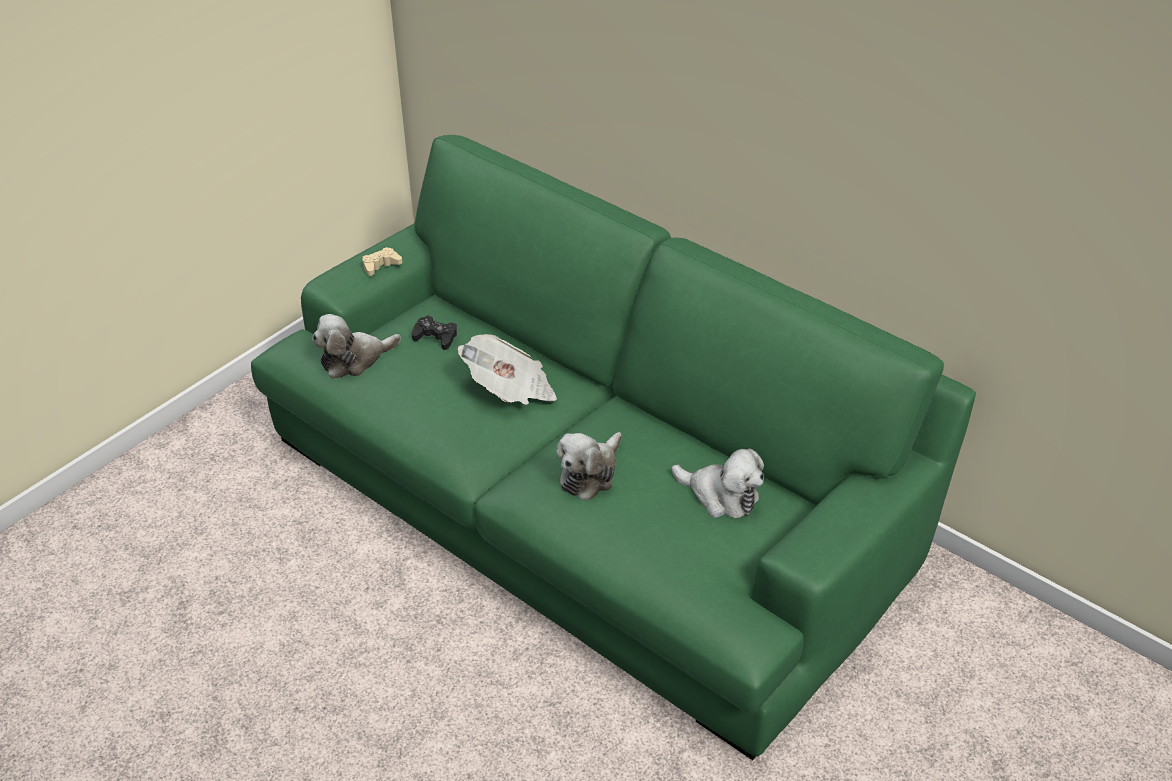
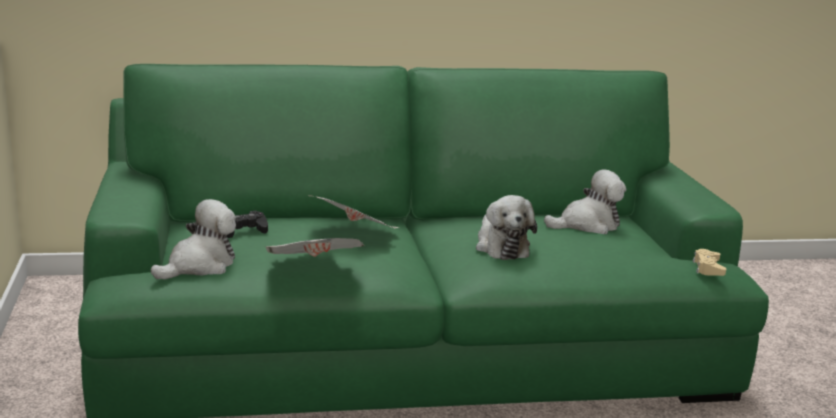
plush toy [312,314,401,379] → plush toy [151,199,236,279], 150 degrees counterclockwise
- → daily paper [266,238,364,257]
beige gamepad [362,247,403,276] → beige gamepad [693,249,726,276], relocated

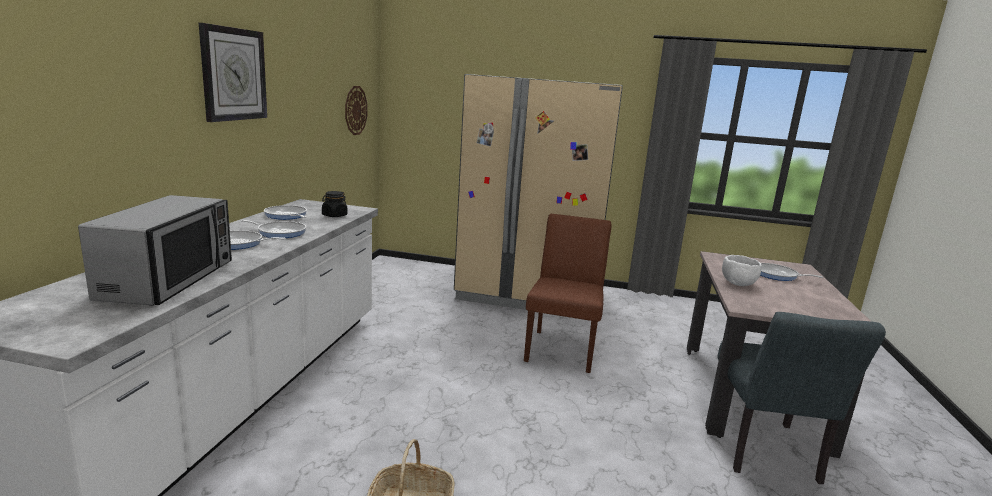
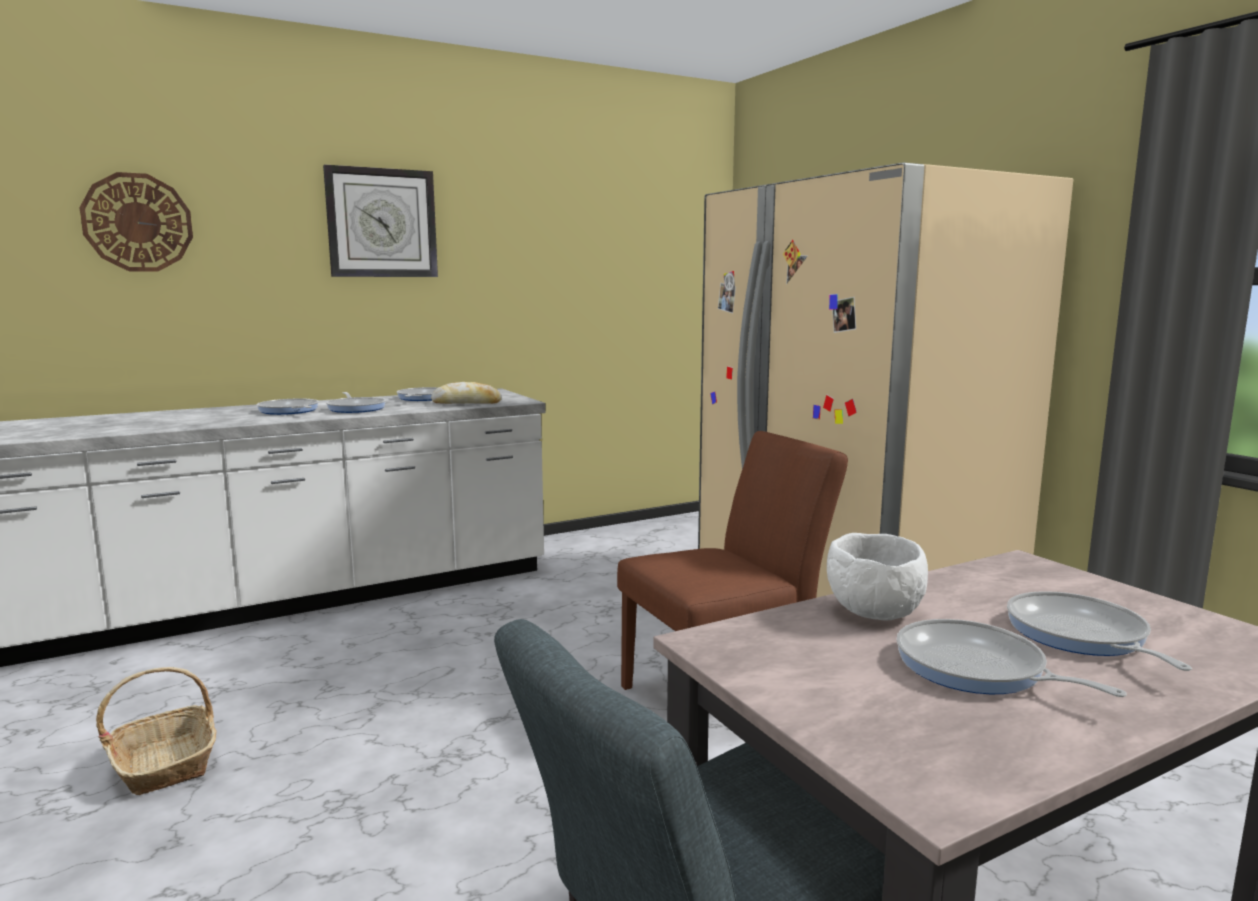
clock on the wall [345,86,367,135] → clock on the wall [79,172,193,272], relocated
black-coloured preserve jar [322,191,347,217] → baked bread [431,382,502,404]
- → frying pan [897,619,1126,697]
microwave [78,195,232,305] → -

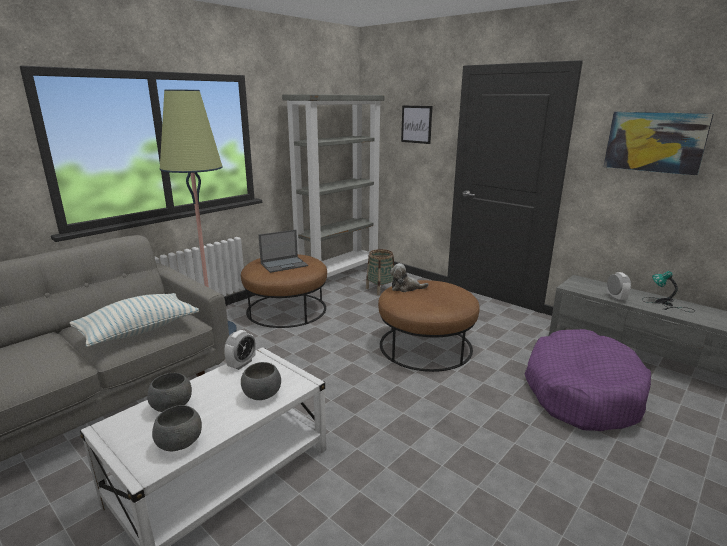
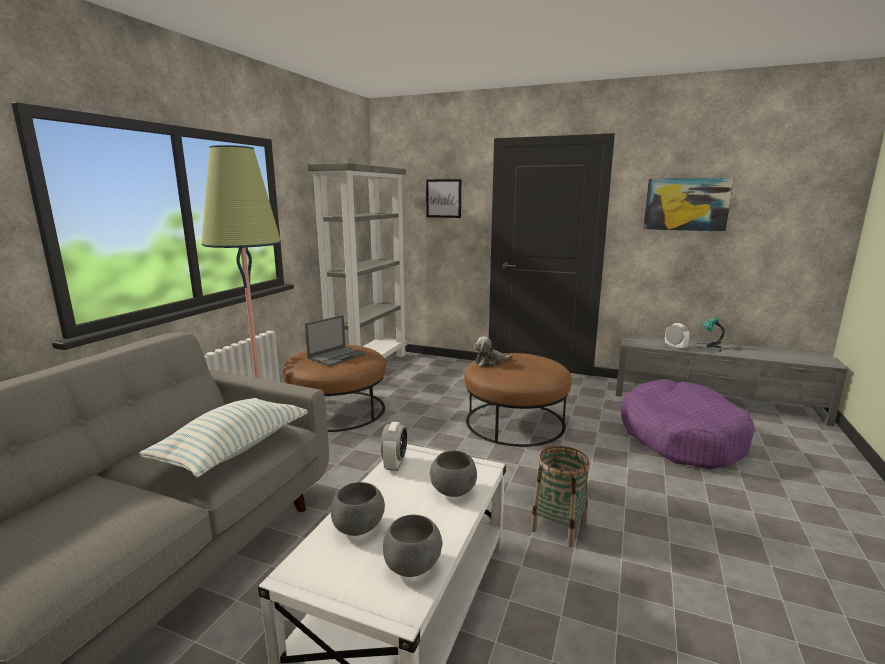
basket [366,249,394,295] → basket [530,446,590,547], relocated

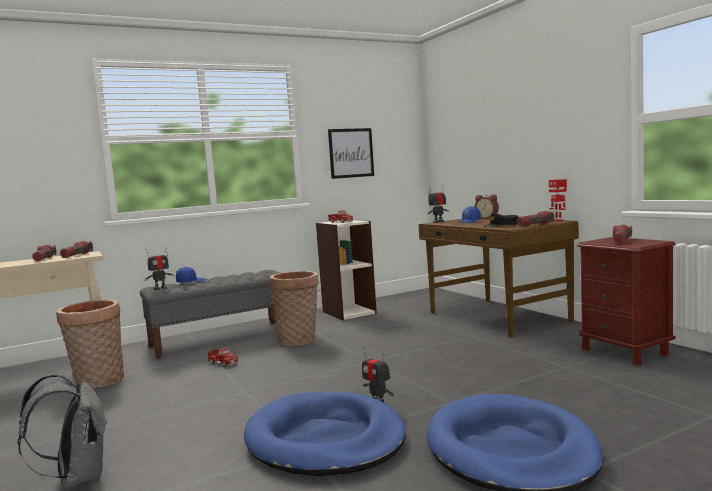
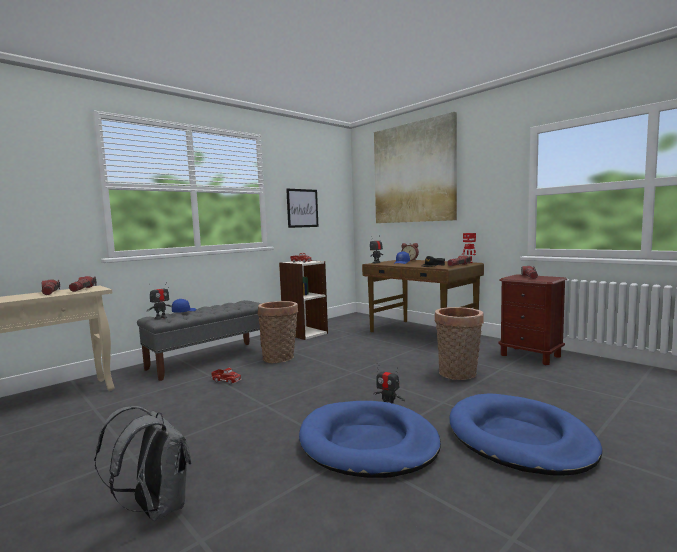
- → picture [374,112,457,223]
basket [56,299,124,388] → basket [435,307,484,380], relocated

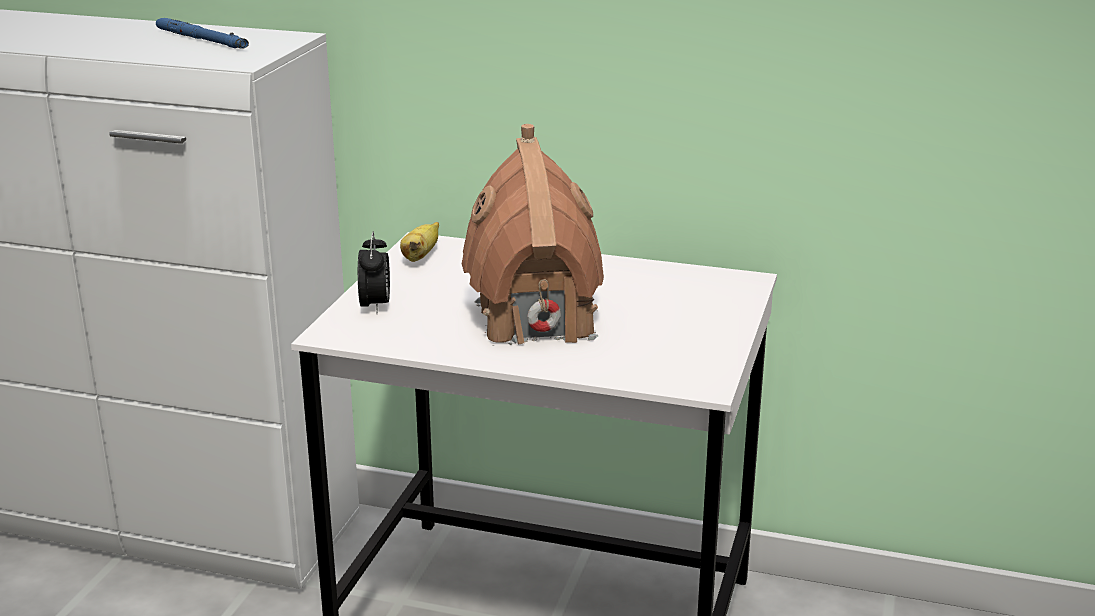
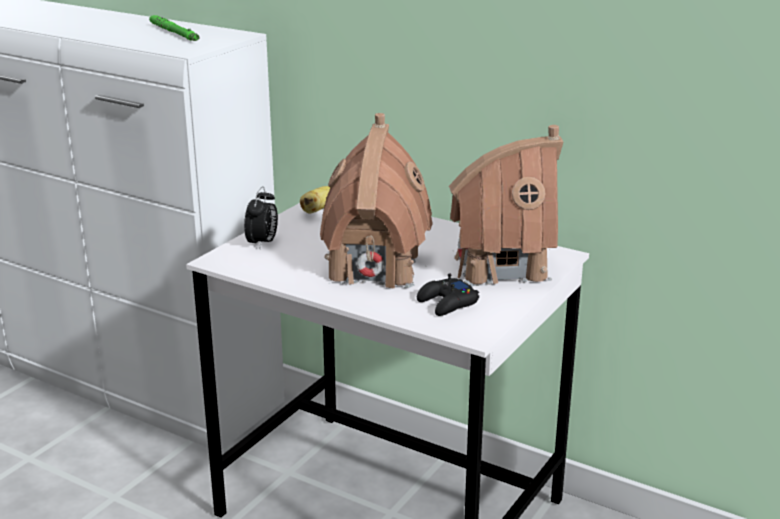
bluish hand torch [156,18,249,49] → greenish hand torch [149,15,199,41]
- → black-coloured gamepad [417,273,479,316]
- → model house [449,125,564,289]

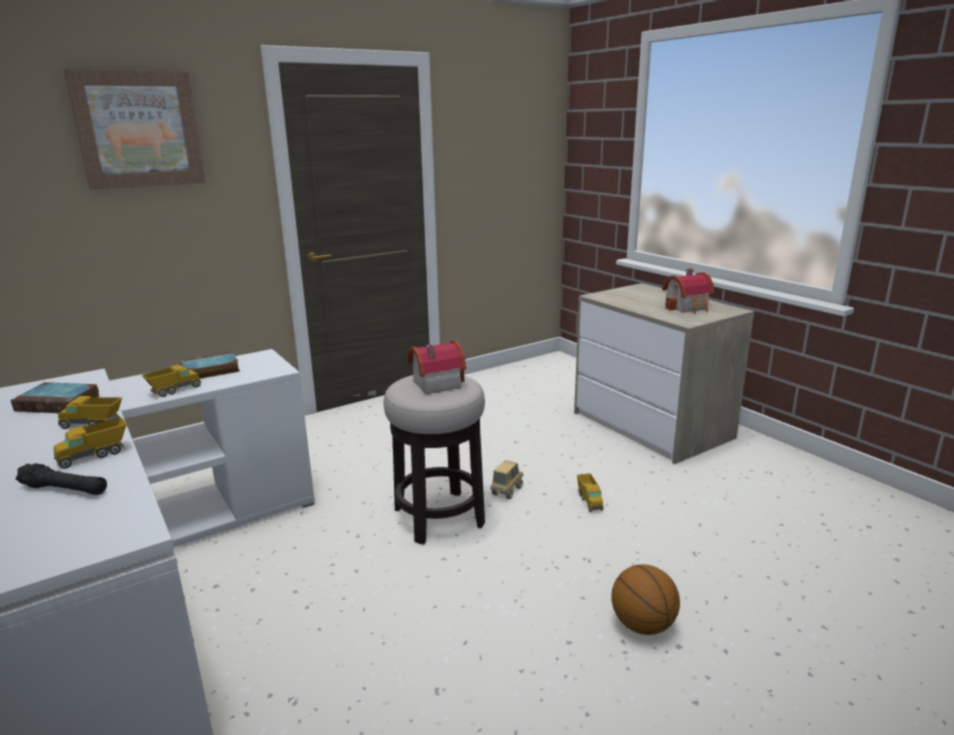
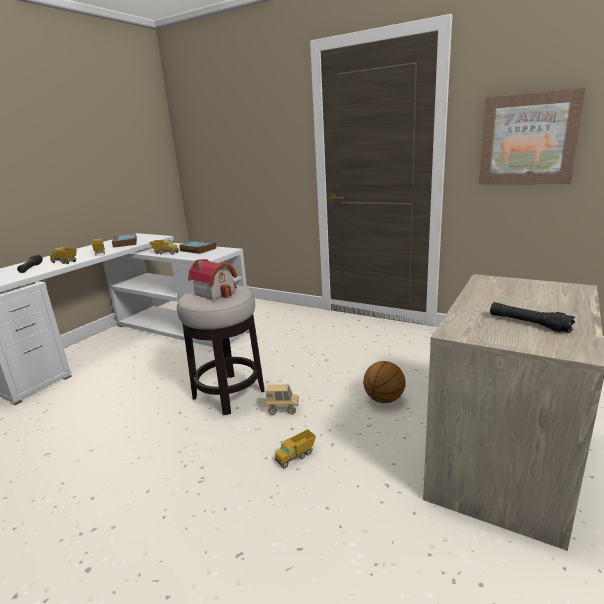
basketball ball [611,564,680,635] → basketball ball [363,361,405,403], relocated
picture [64,69,205,190] → picture [479,88,586,185], relocated
model house [662,268,714,314] → black-coloured hand torch [490,302,575,333]

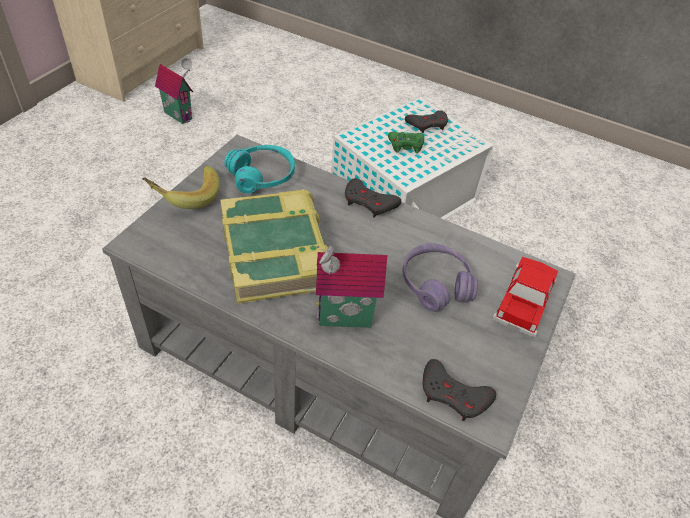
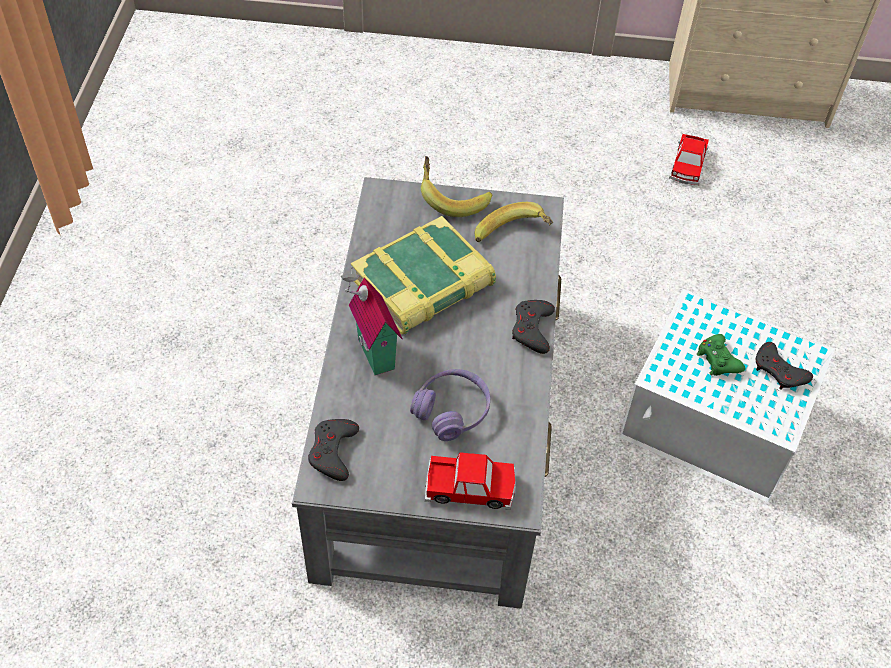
turquoise-coloured headphones [224,145,295,194] → banana [475,202,553,242]
model house [155,58,193,124] → model car [669,134,709,185]

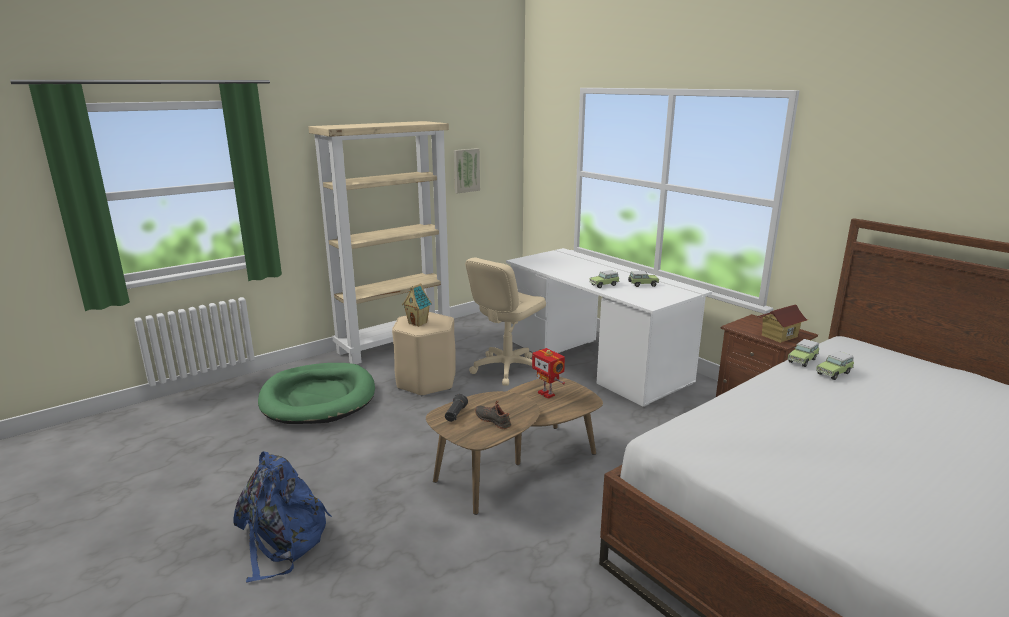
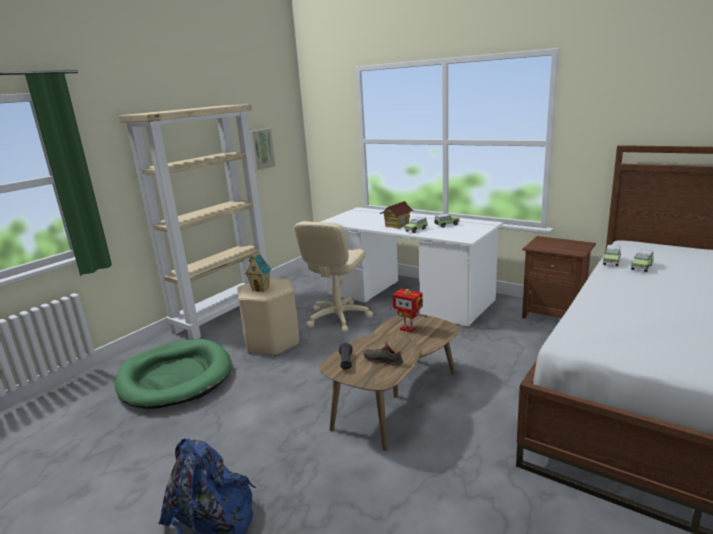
model house [756,305,808,343] → model house [379,201,414,229], relocated

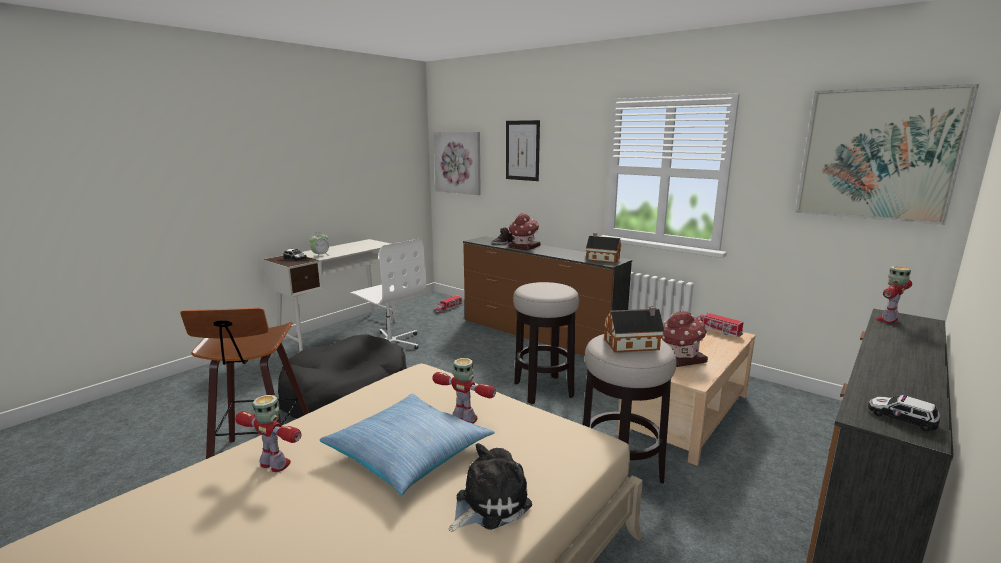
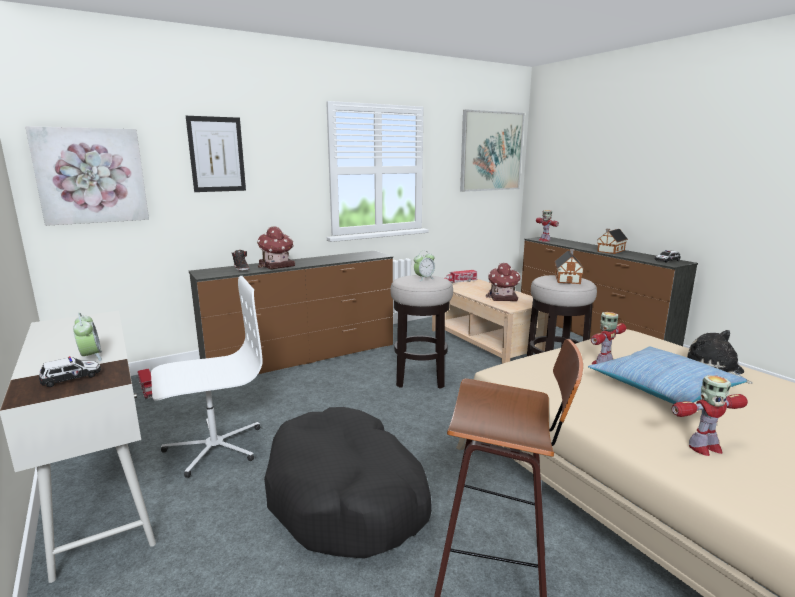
- → bedside clock [414,250,435,281]
model house [586,233,621,263] → model house [597,229,628,254], relocated
robot figure [235,395,301,472] → robot figure [672,375,748,456], 150 degrees counterclockwise

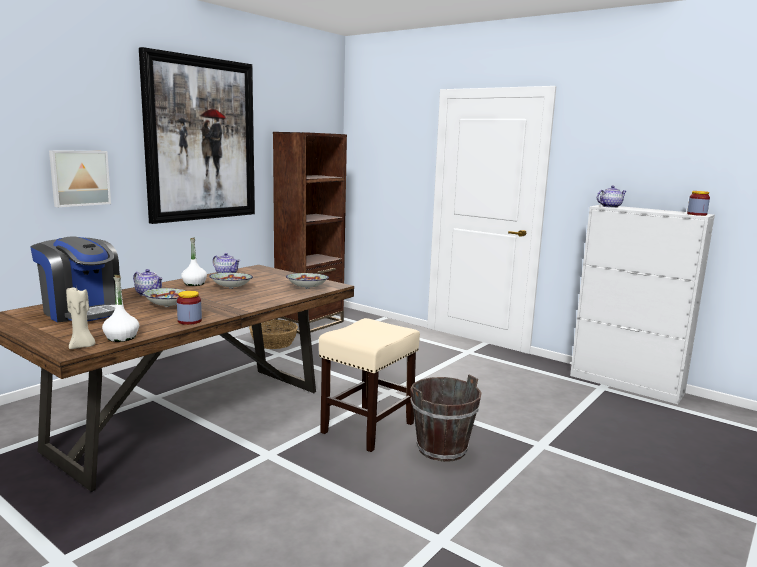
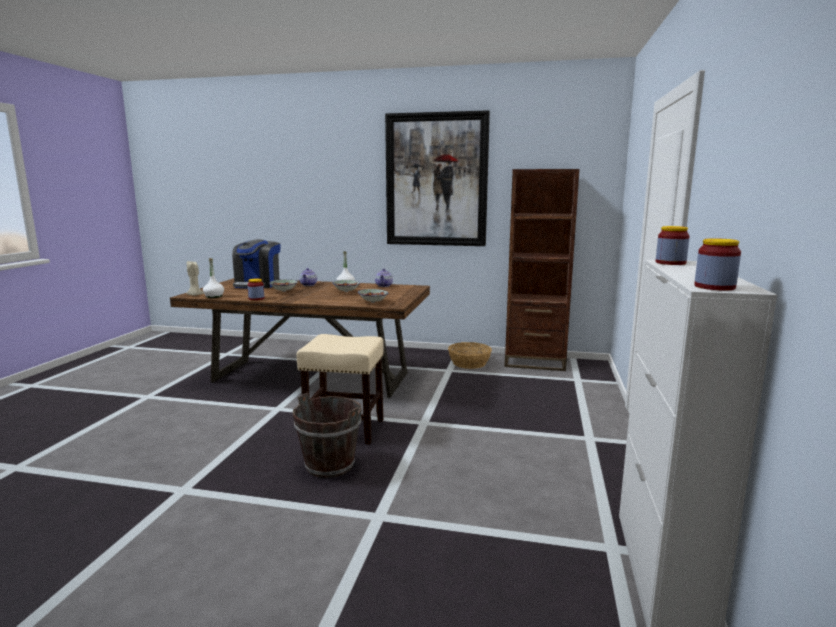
tea pot [597,186,626,208] → preserve jar [656,226,690,265]
picture [49,150,111,207] → -

